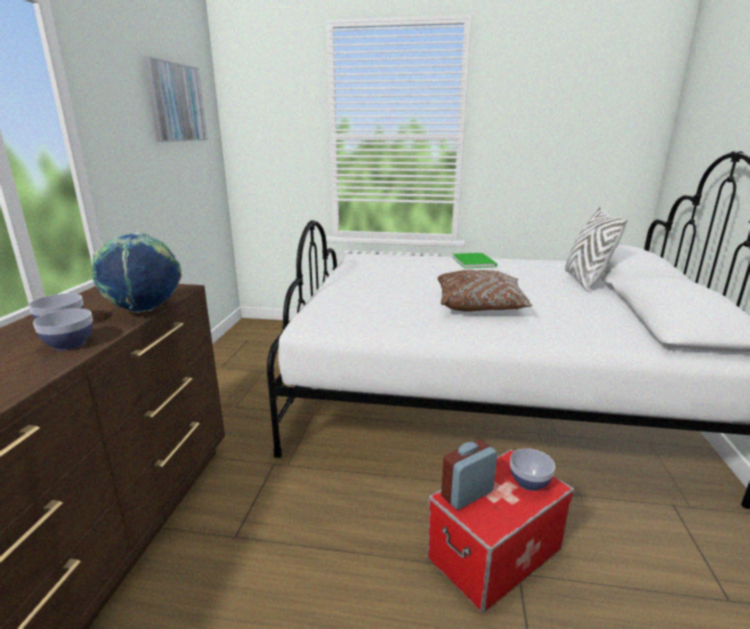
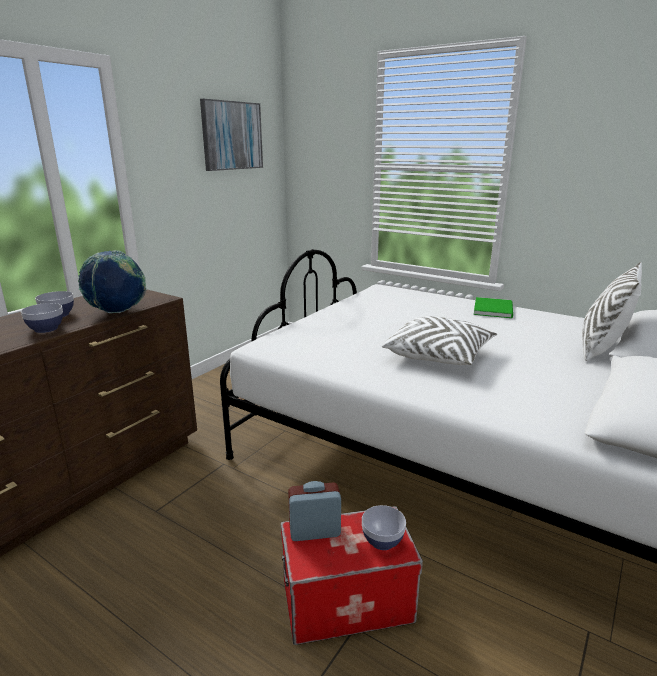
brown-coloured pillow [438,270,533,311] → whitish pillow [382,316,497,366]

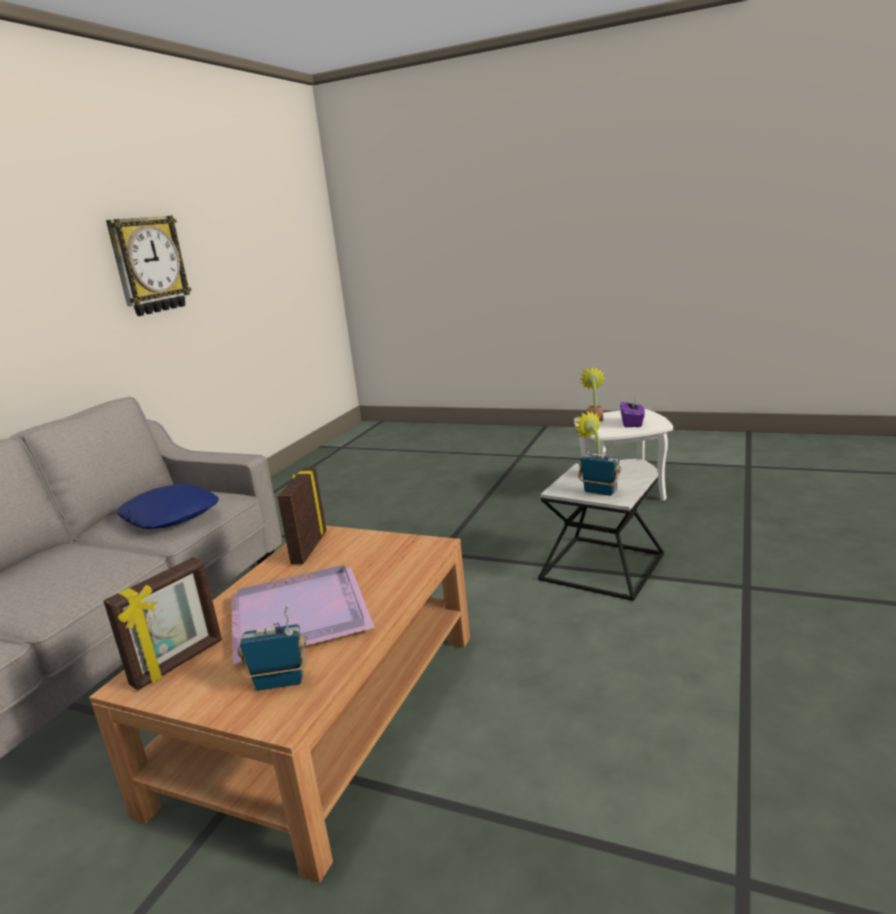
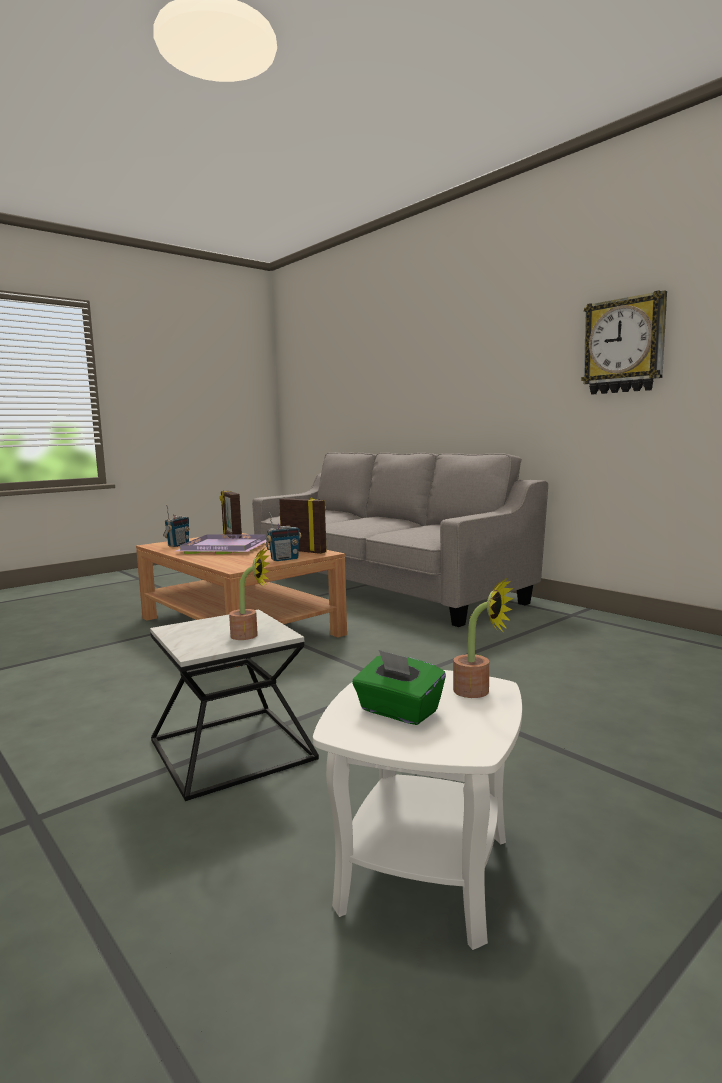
radio [578,441,622,496] → radio [266,512,301,561], relocated
purplish box of tissues [620,397,645,427] → greenish box of tissues [352,650,446,725]
bluish pillow [117,484,219,529] → -

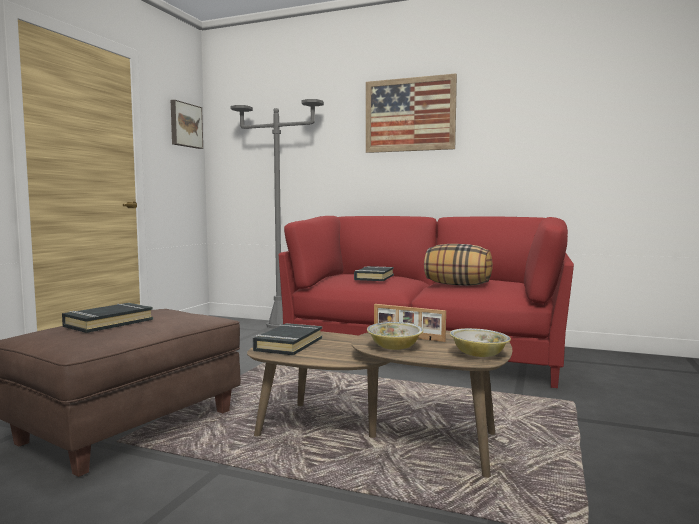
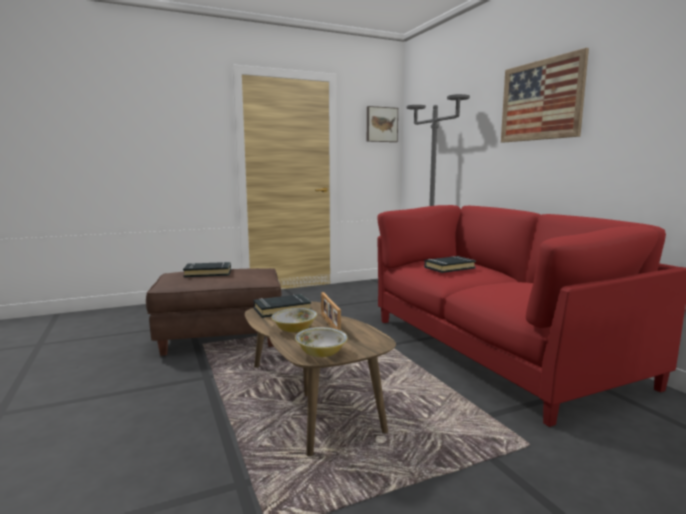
pillow [424,244,493,286] → -

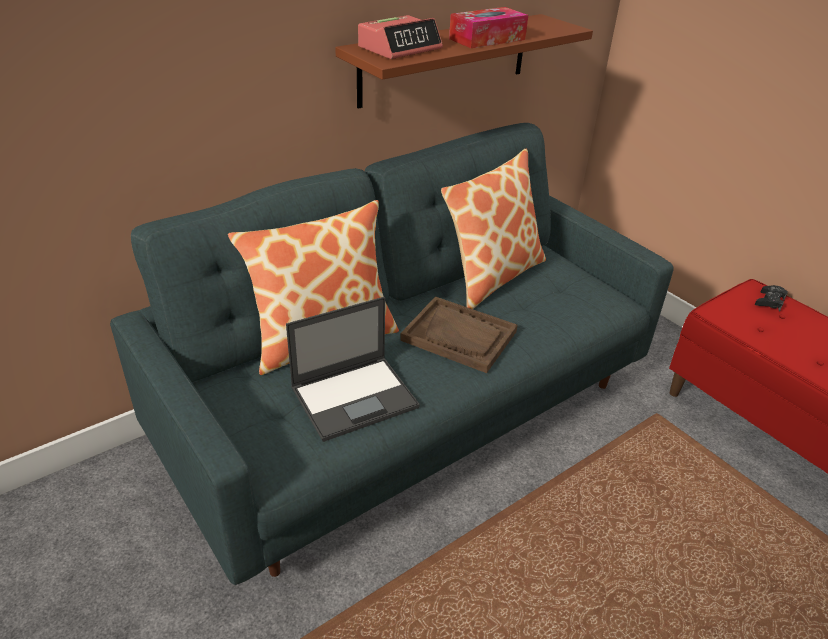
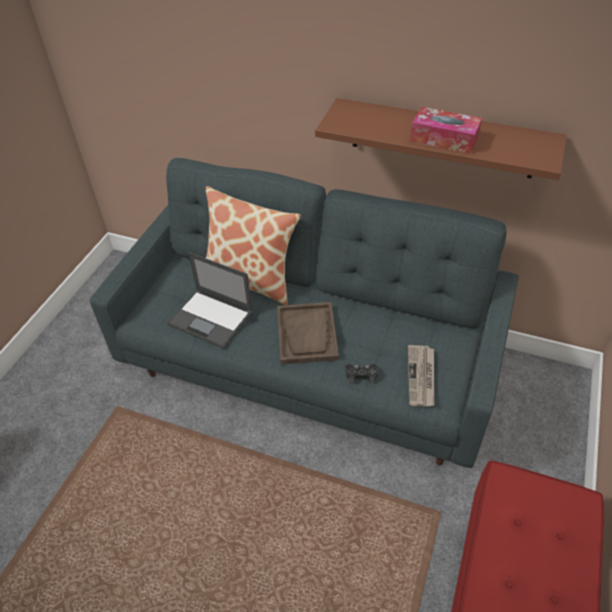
black-coloured gamepad [755,285,788,312] → black-coloured gamepad [346,364,378,384], relocated
- → daily paper [408,345,434,407]
bedside clock [358,15,443,59] → -
pillow [441,148,546,309] → -

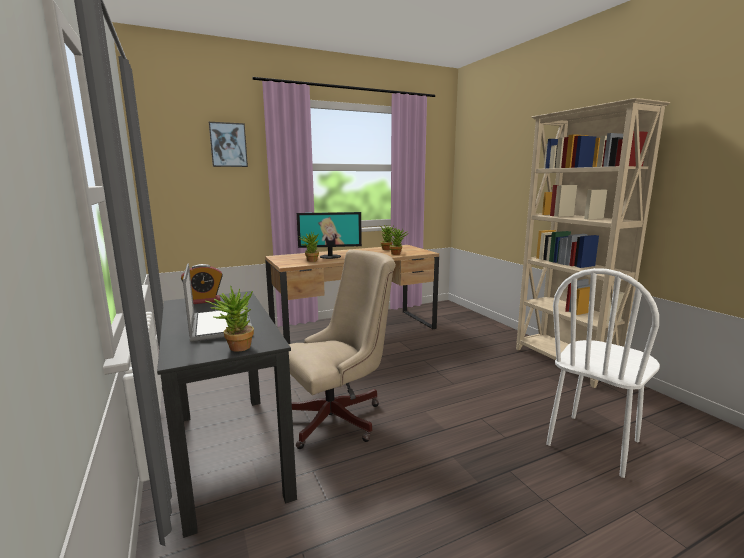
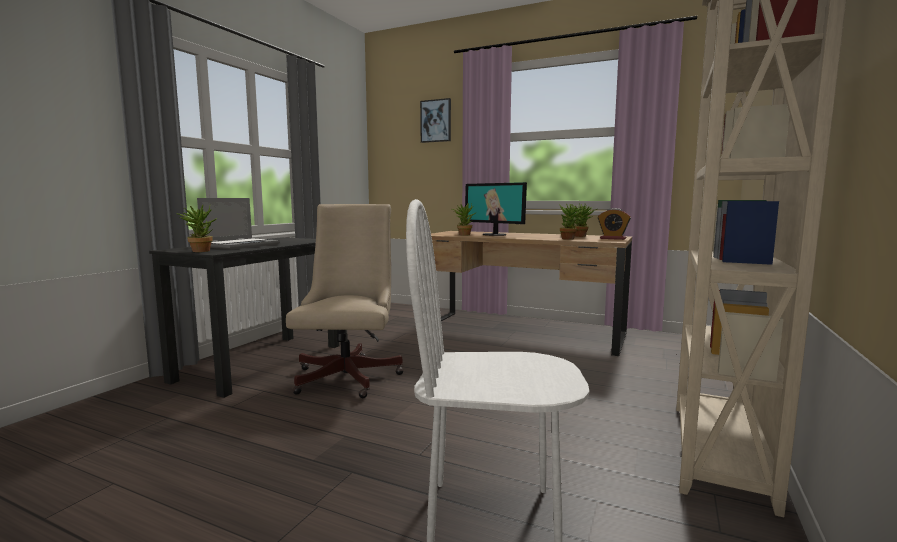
beige computer chair [289,250,396,449] → beige computer chair [286,204,404,398], 105 degrees counterclockwise
bedside clock [181,264,223,304] → bedside clock [598,208,631,240], relocated

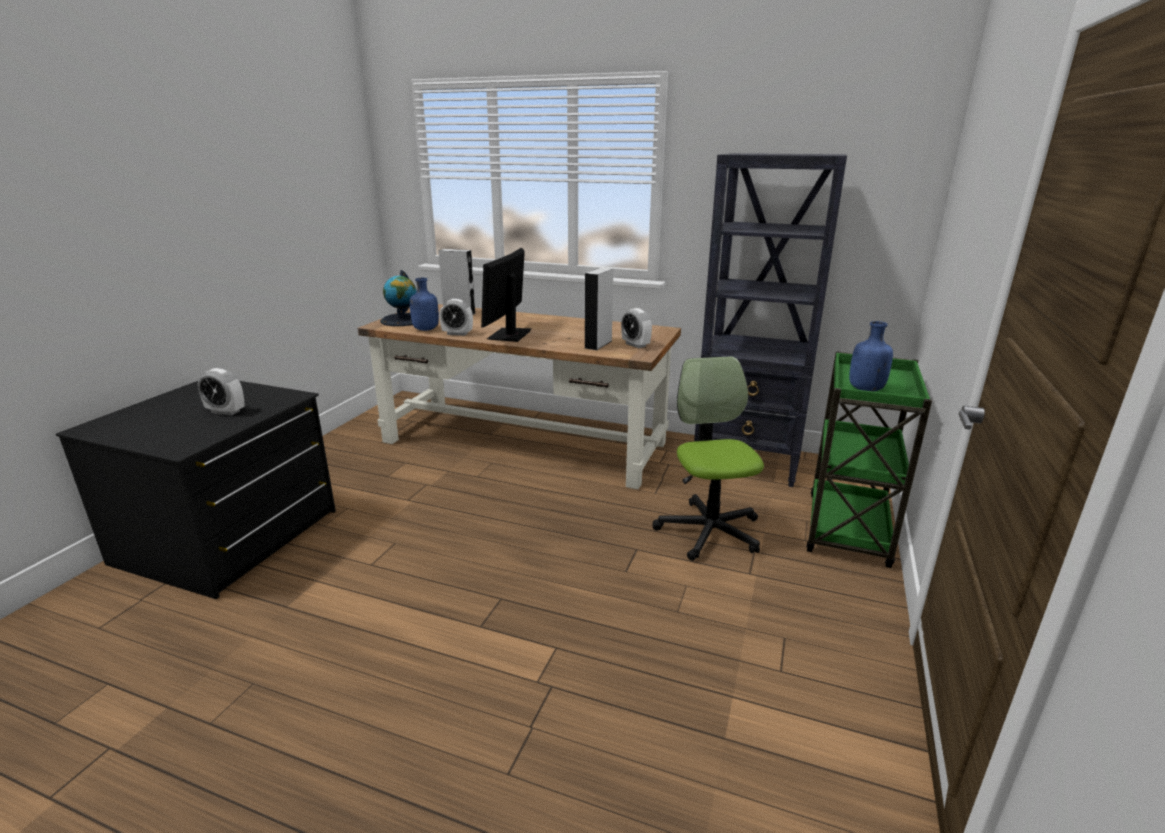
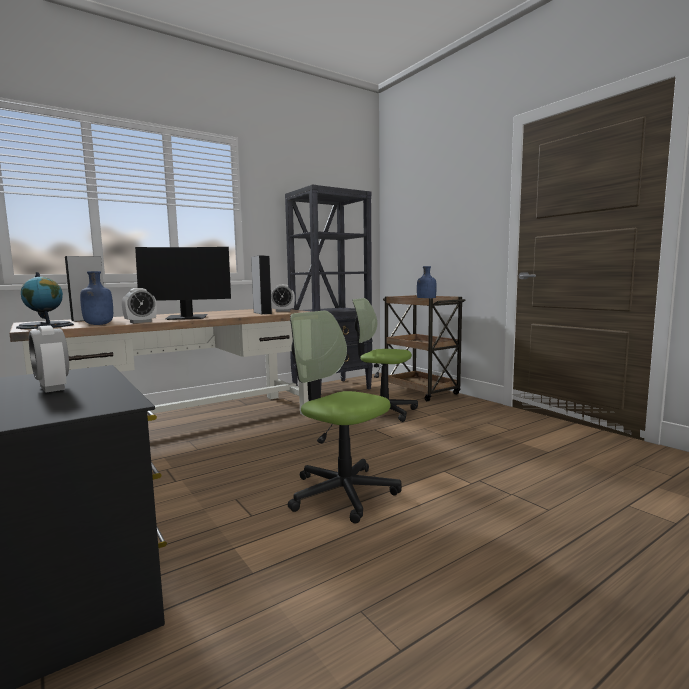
bedside clock [198,368,245,416] → bedside clock [29,325,69,393], 90 degrees clockwise
monitor [481,248,532,342] → monitor [135,247,231,320], 60 degrees counterclockwise
- → computer chair [288,311,402,523]
greenish cart [806,351,932,568] → brown-coloured cart [383,295,466,401]

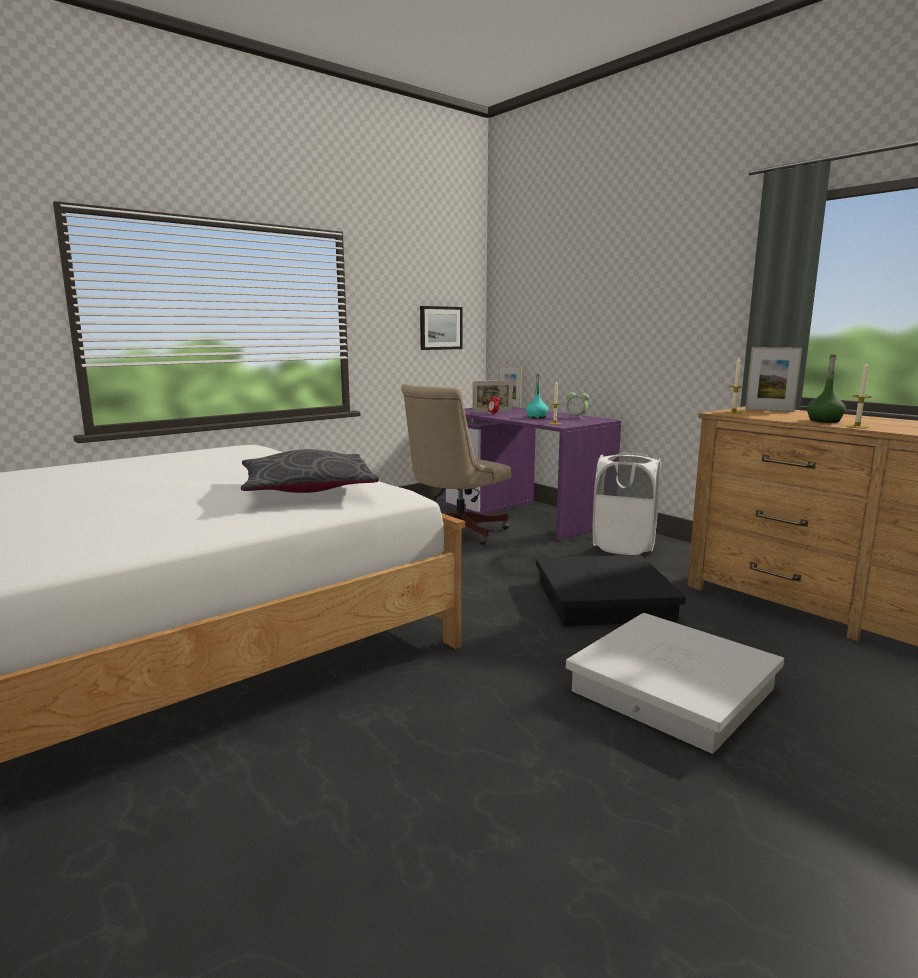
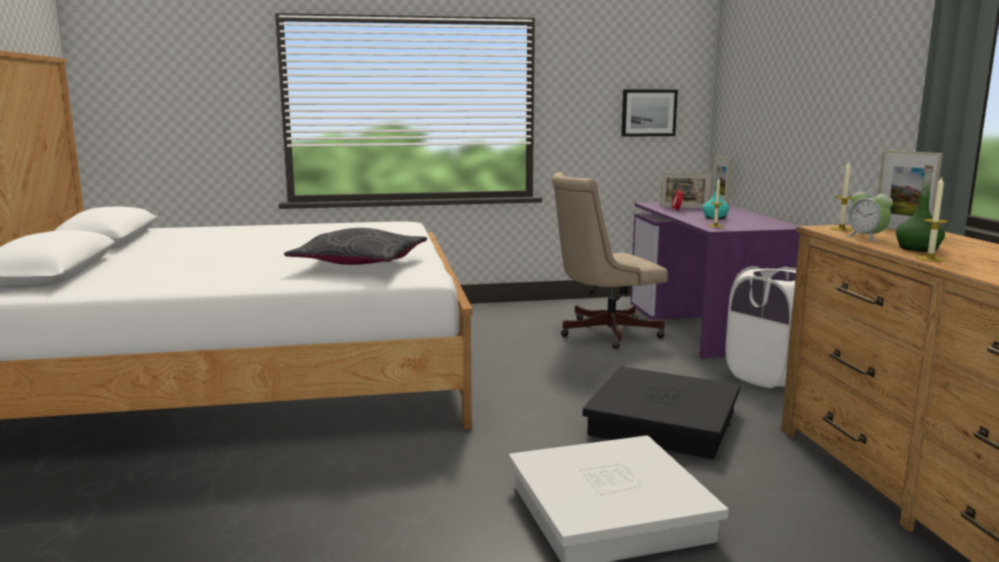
bedside clock [566,389,589,419] → bedside clock [846,186,893,241], relocated

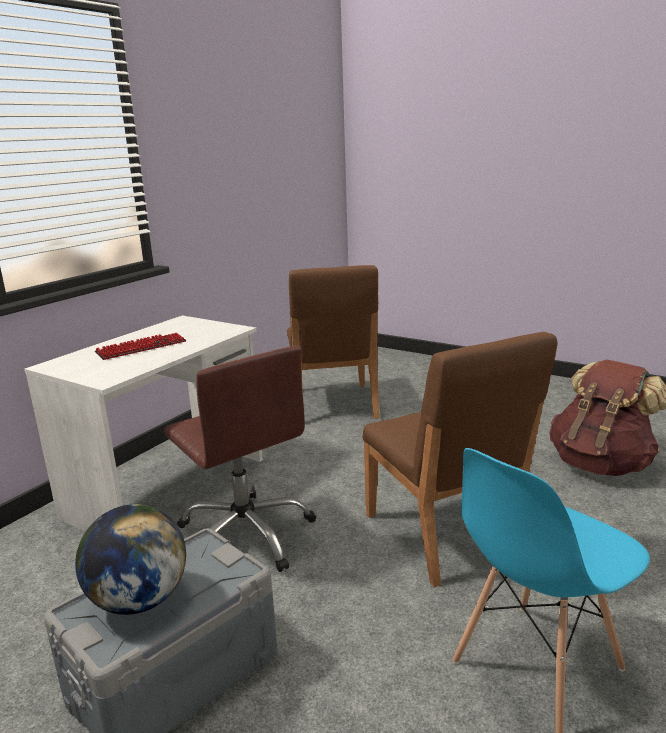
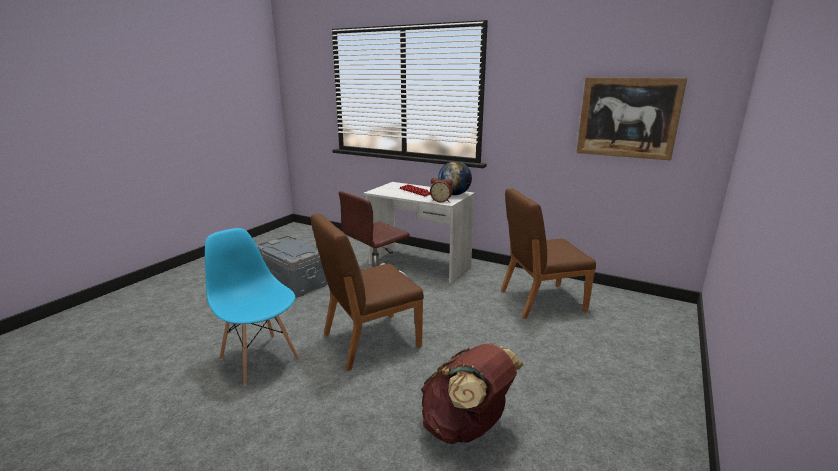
- → bedside clock [430,178,453,202]
globe [75,504,186,615] → globe [438,161,472,195], relocated
- → picture [576,77,687,161]

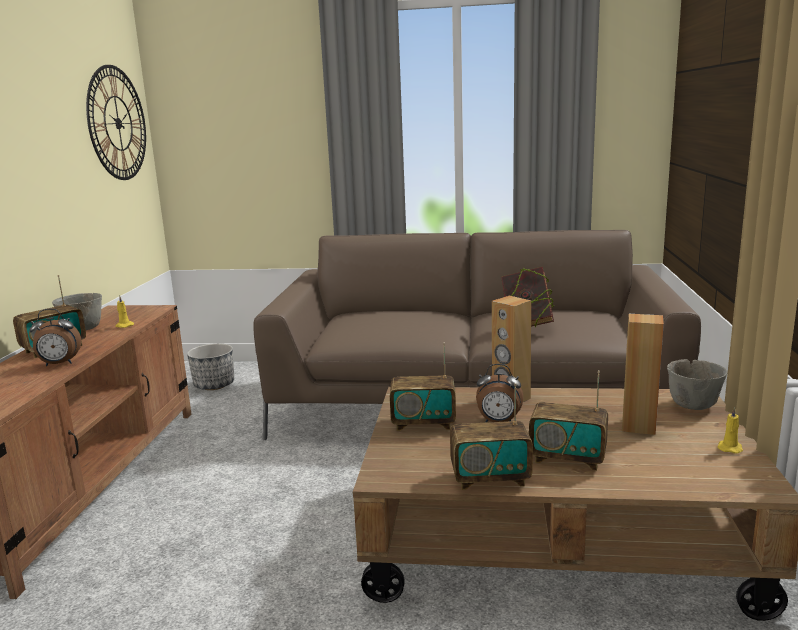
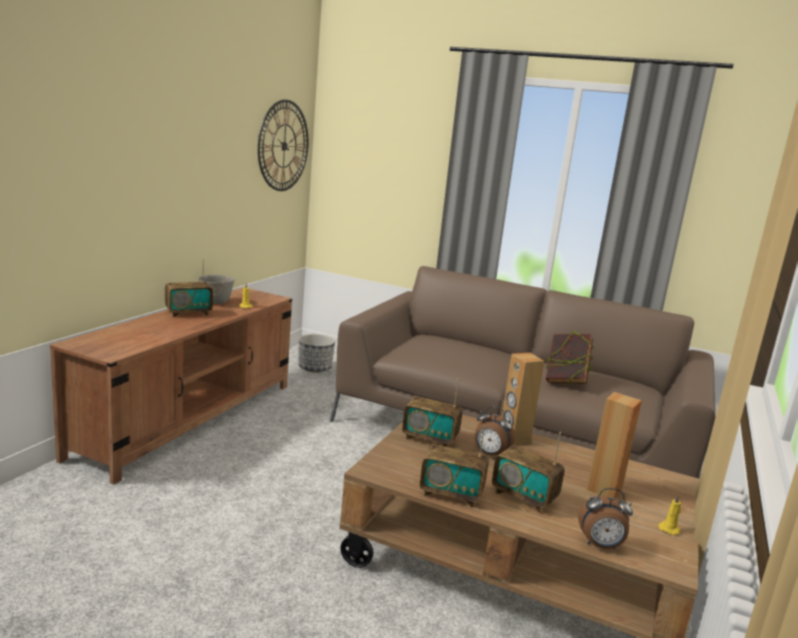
bedside clock [29,309,81,366] → bedside clock [578,488,633,549], relocated
greyish serving bowl [667,359,728,410] → -

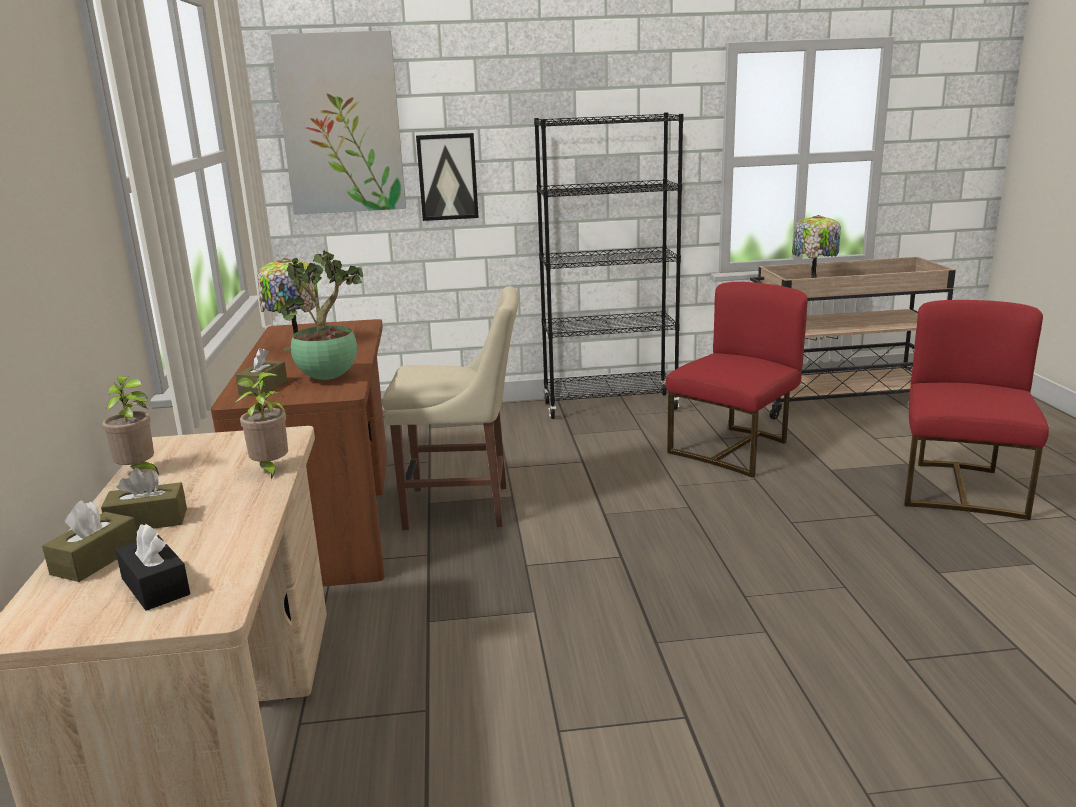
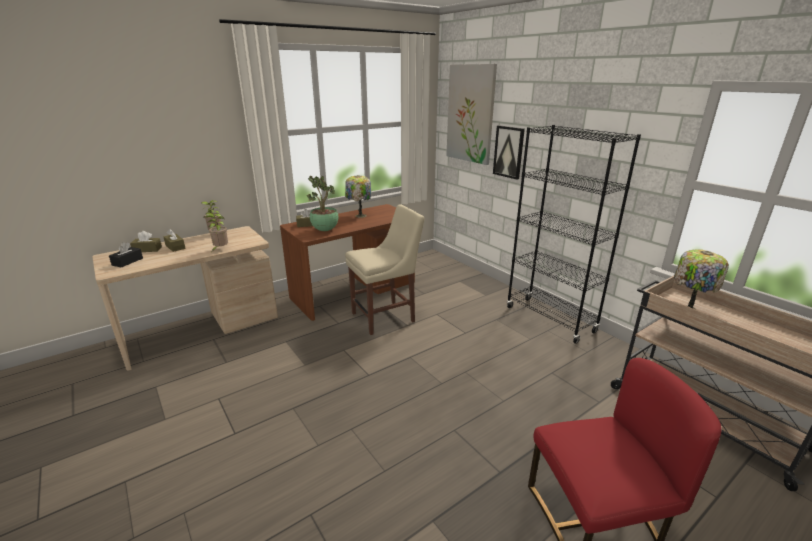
beige plain chair [382,286,518,530] → beige plain chair [345,204,425,335], 90 degrees counterclockwise
red-coloured plain chair [666,282,808,478] → -

